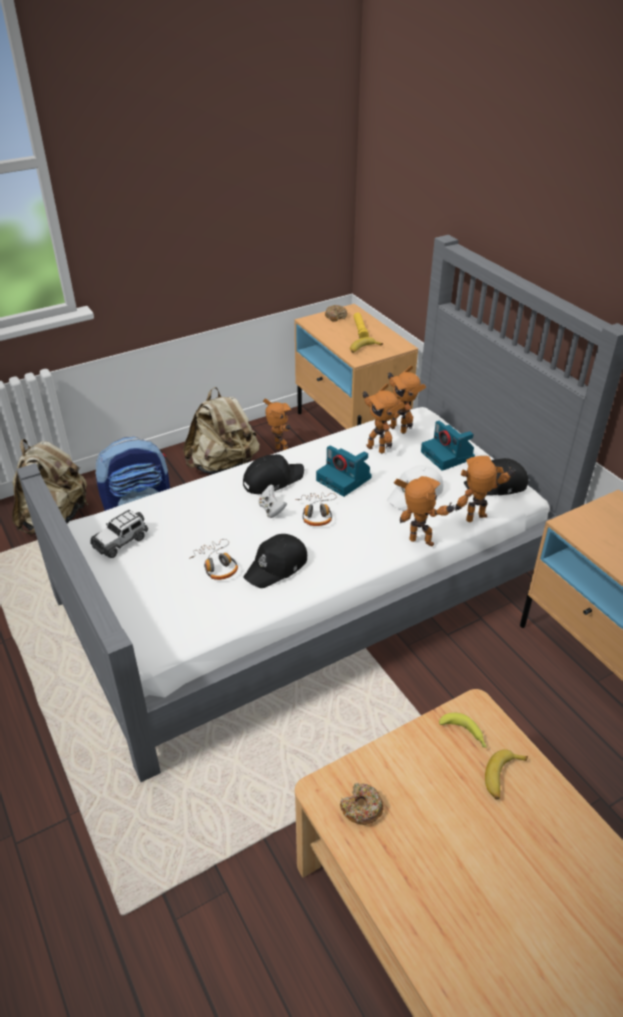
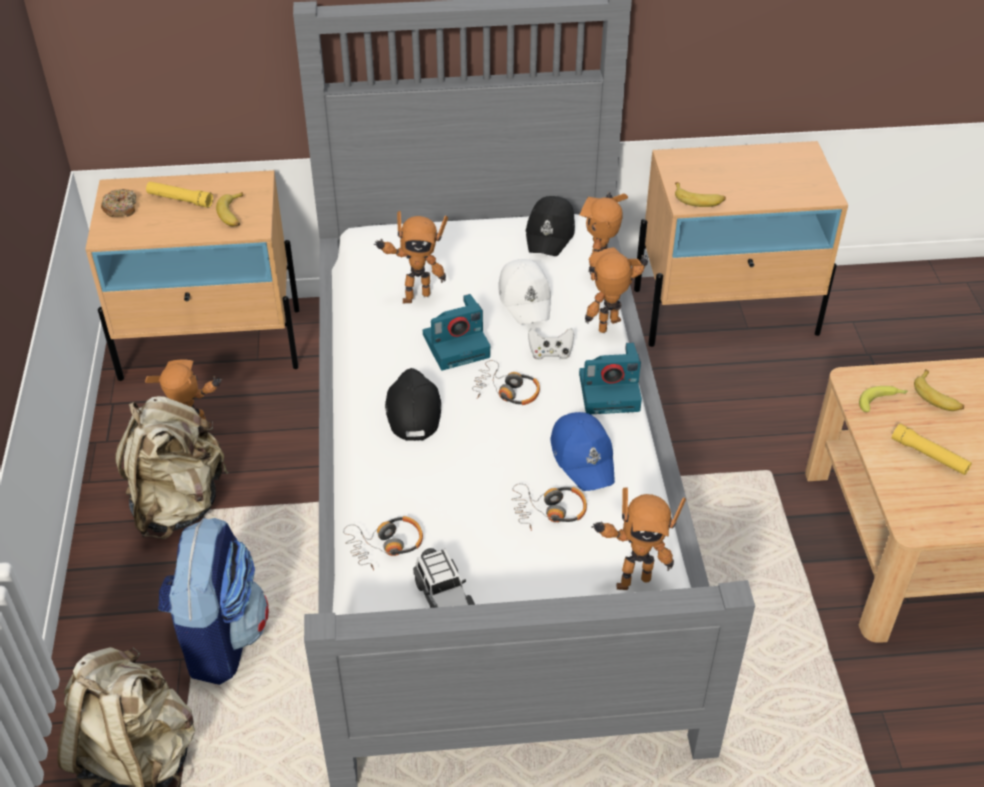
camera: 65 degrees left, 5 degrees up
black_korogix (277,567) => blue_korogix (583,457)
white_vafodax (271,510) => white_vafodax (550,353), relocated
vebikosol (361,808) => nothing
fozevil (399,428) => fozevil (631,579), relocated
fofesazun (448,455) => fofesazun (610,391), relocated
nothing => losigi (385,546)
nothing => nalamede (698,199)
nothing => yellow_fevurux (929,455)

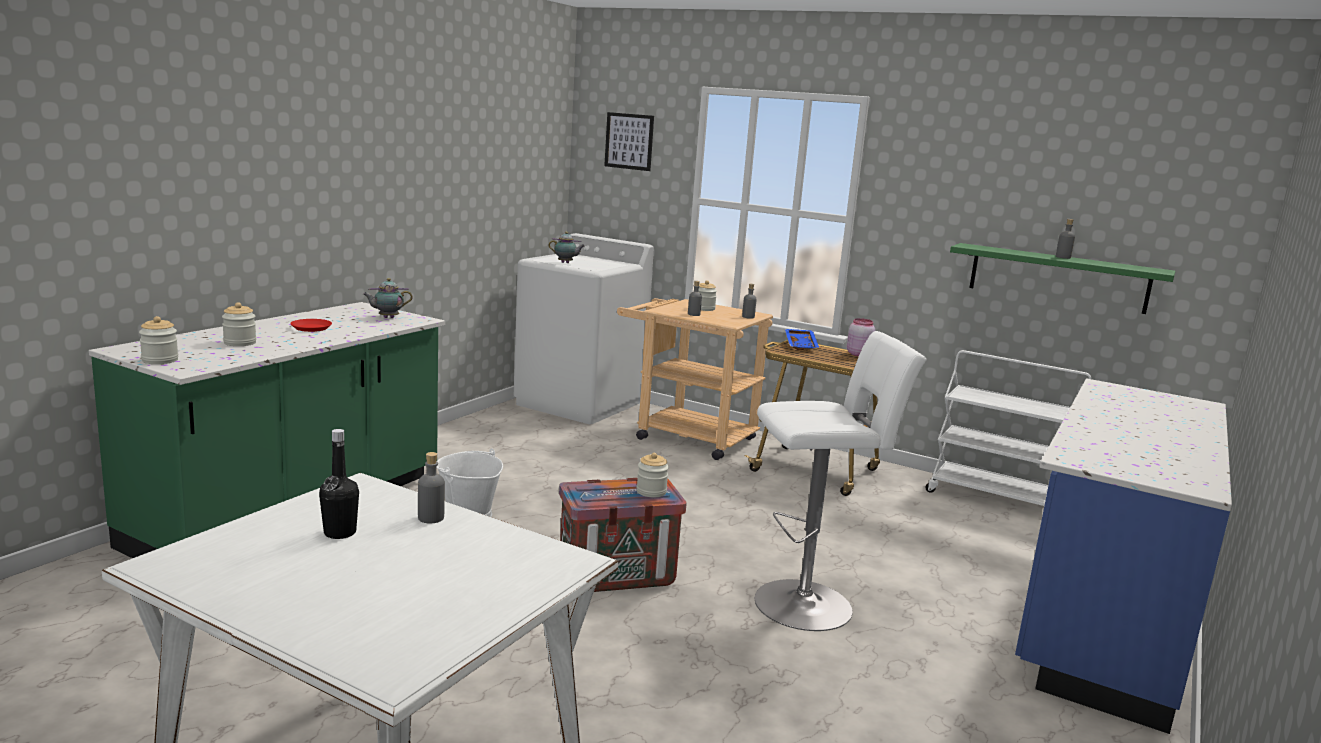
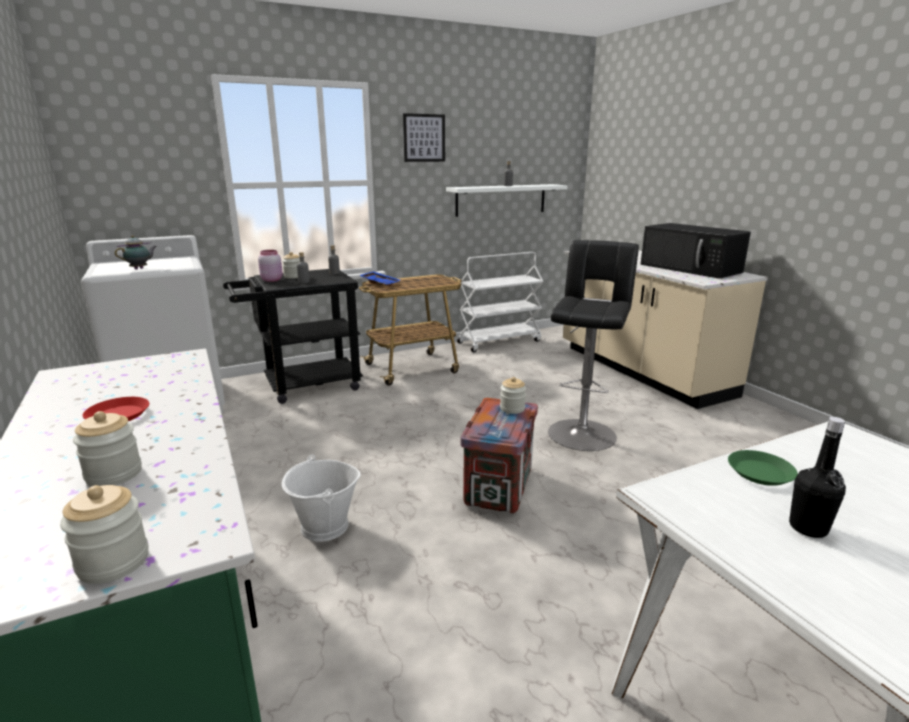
camera: 55 degrees left, 5 degrees up
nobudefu (387,318) => nothing
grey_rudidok (431,518) => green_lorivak (760,472)
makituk (629,141) => makituk (424,138), relocated
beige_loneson (686,436) => black_loneson (303,386)
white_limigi (810,604) => black_limigi (582,432)
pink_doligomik (859,354) => pink_doligomik (272,280), relocated
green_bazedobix (1058,278) => white_bazedobix (501,200)
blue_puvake (1101,622) => beige_puvake (640,371)
nothing => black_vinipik (691,268)

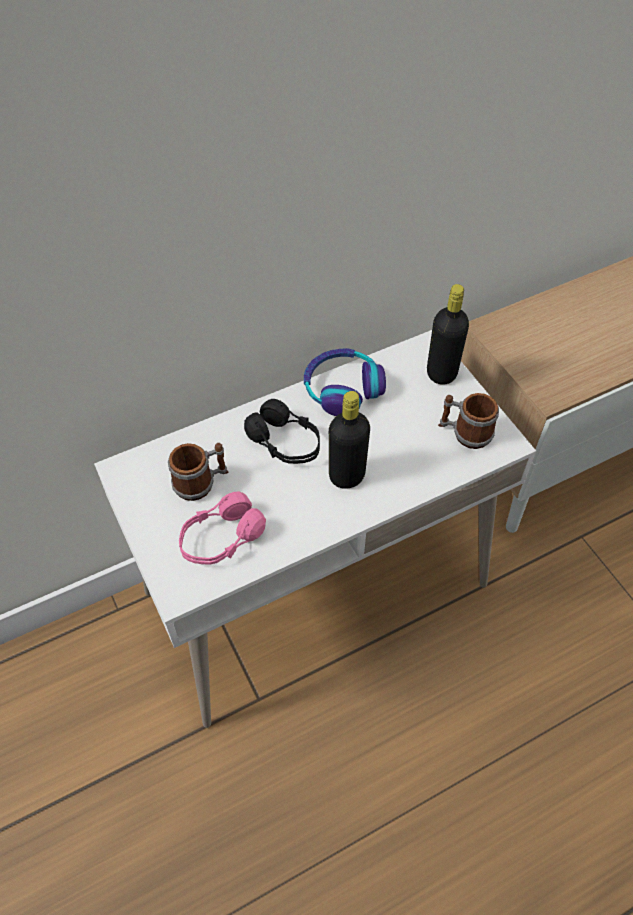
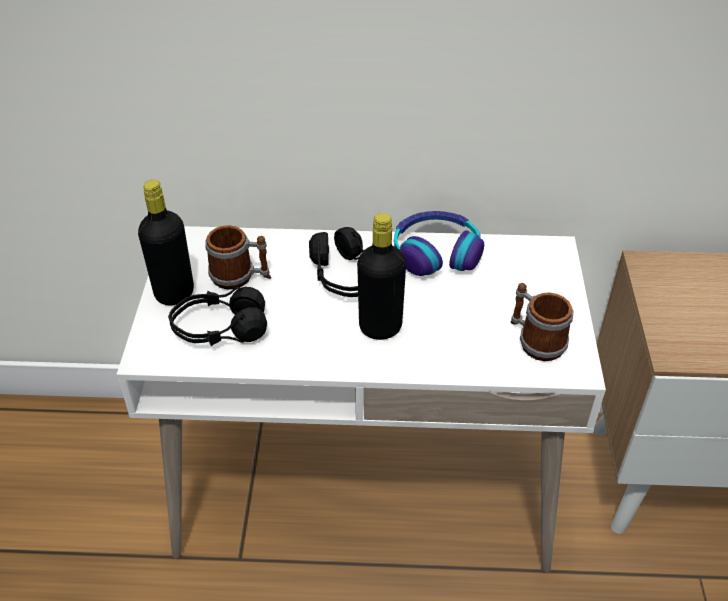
camera: 30 degrees right, 10 degrees down
pink_losigi (221,539) => black_losigi (220,329)
black_rudidok (441,373) => black_rudidok (174,293), relocated

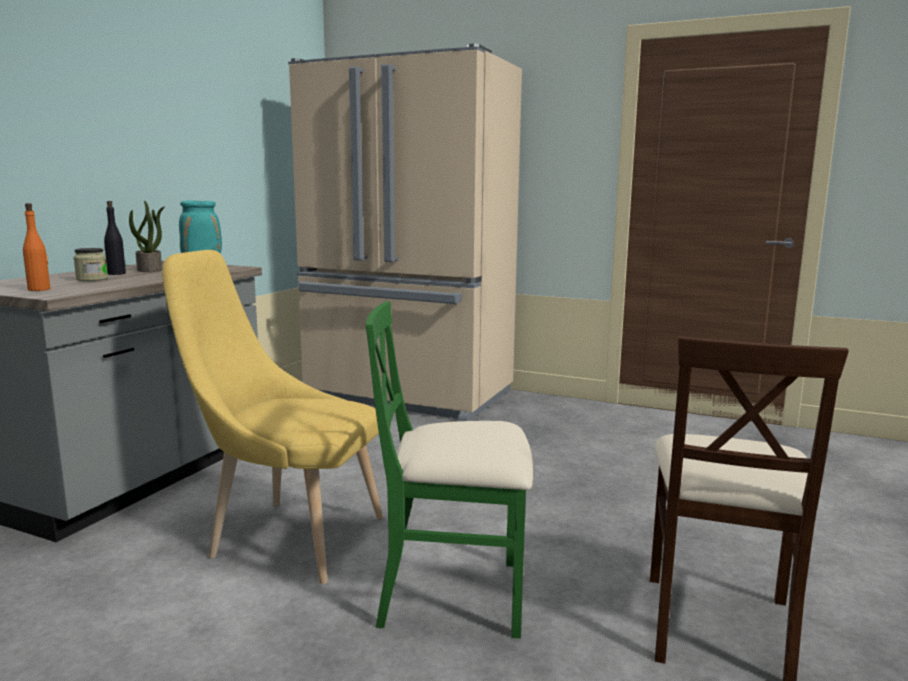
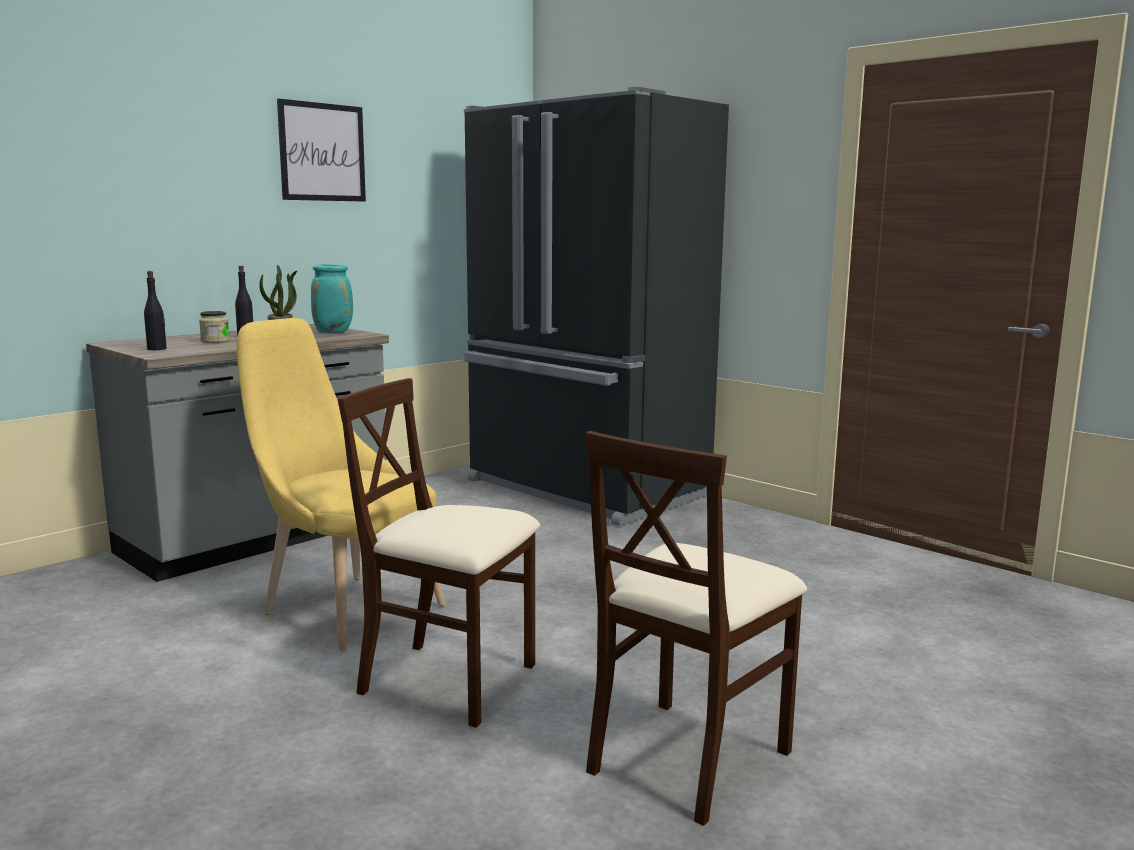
camera: 20 degrees right, 0 degrees up
orange_rudidok (39,289) => black_rudidok (157,349)
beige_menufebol (408,395) => black_menufebol (584,490)
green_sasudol (453,594) => beige_sasudol (449,681)
nothing => makituk (322,152)

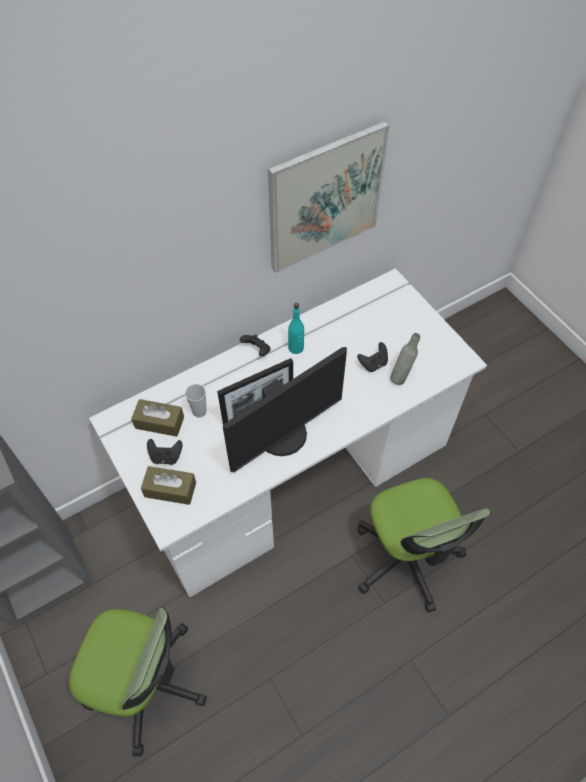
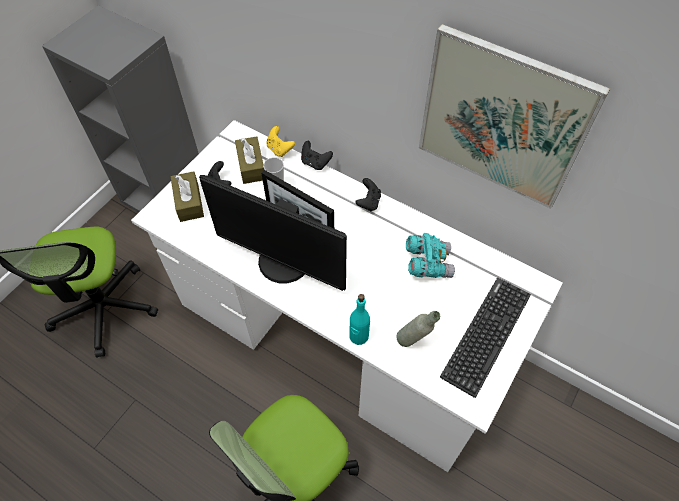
camera: 65 degrees right, 0 degrees up
turquoise_rudidok (296,348) => turquoise_rudidok (358,336), relocated
black_vafodax (373,364) => black_vafodax (315,163), relocated
nothing => yellow_vafodax (279,149)
nothing => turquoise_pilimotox (427,263)
nothing => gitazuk (486,335)

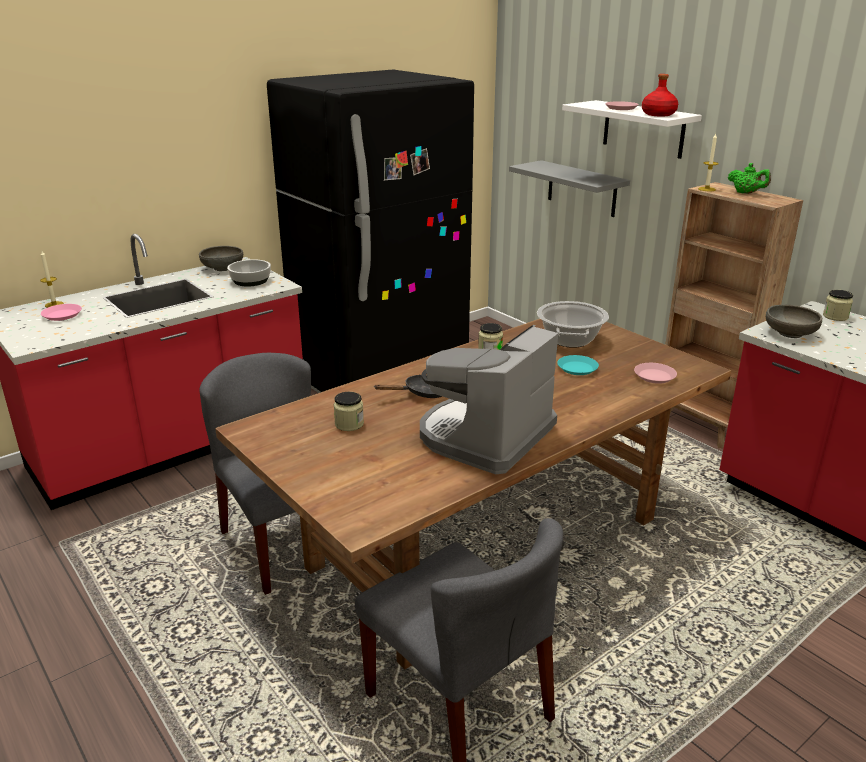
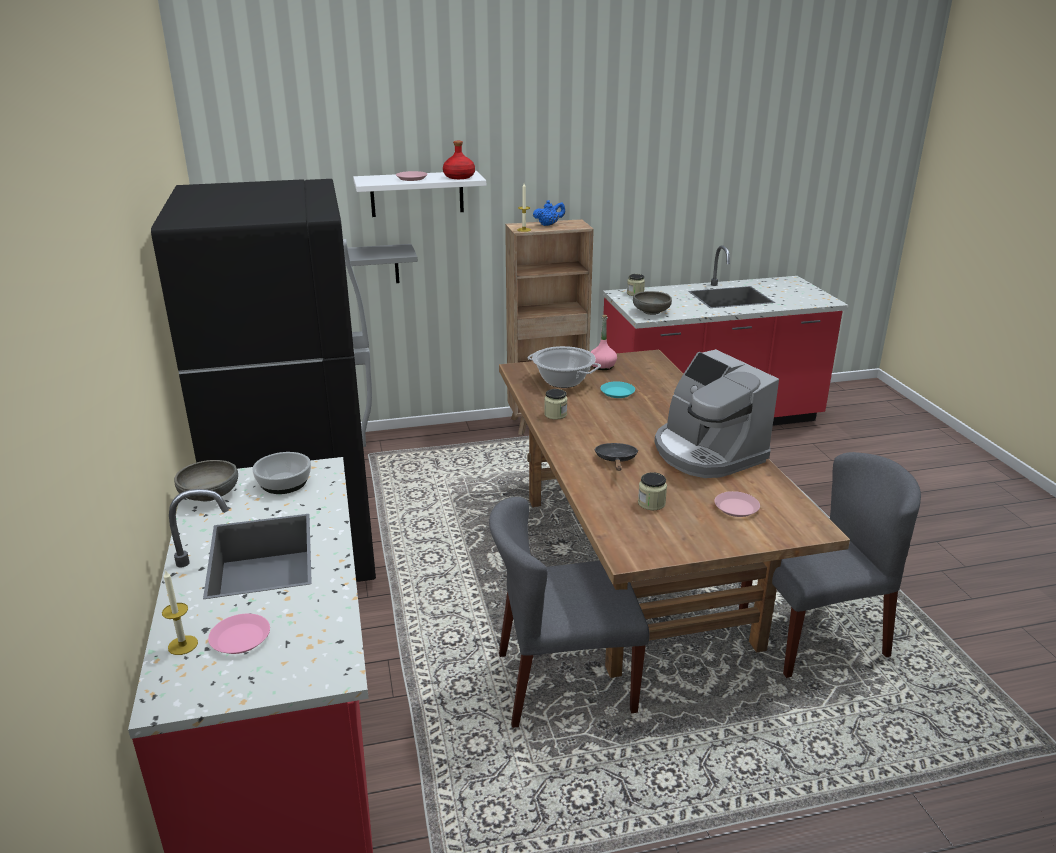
camera: 65 degrees left, 0 degrees up
pink_lorivak (655,376) => pink_lorivak (736,507), relocated
green_nobudefu (746,193) => blue_nobudefu (548,225)
nothing => pink_rudidok (602,366)

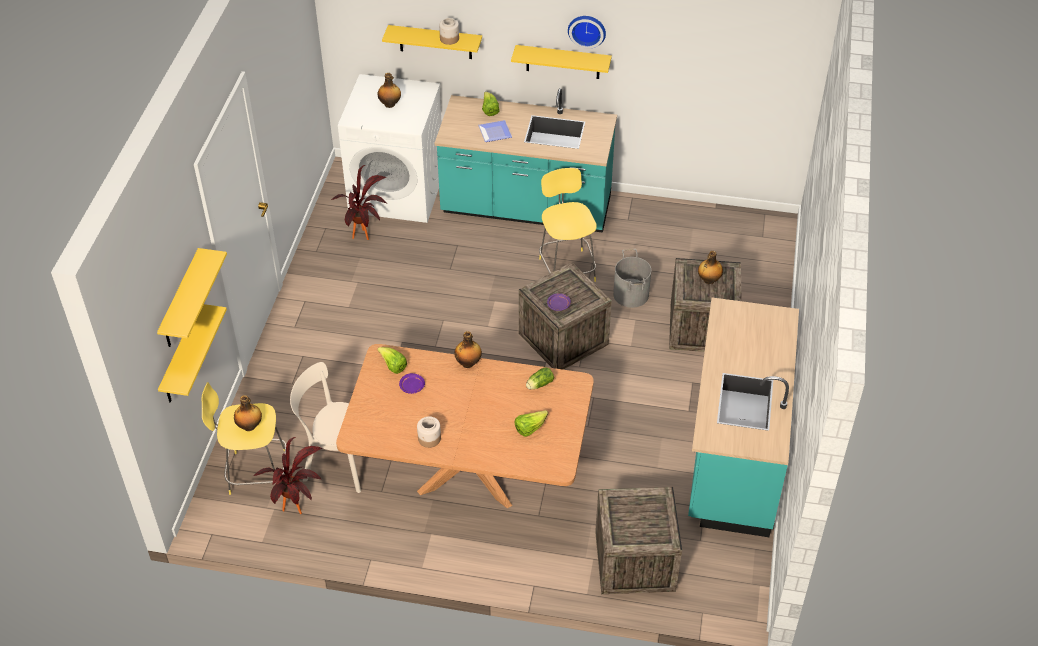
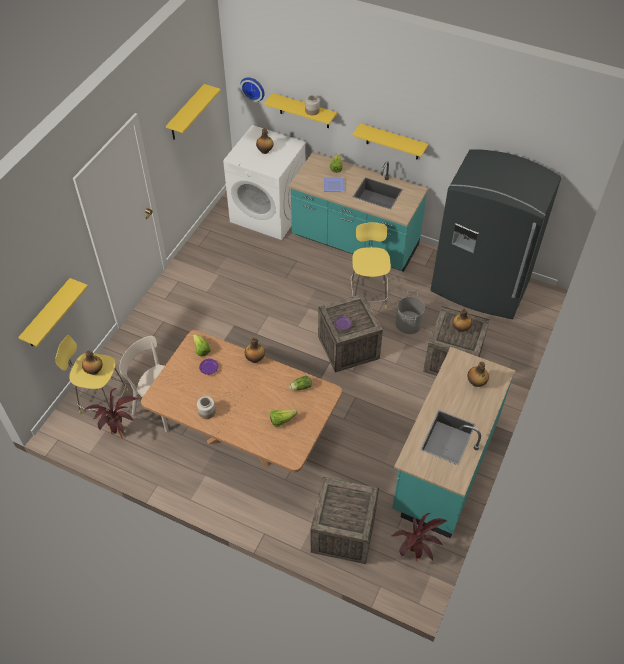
camera: 15 degrees right, 5 degrees up
yellow_bazedobix (181,301) => yellow_bazedobix (186,113), relocated
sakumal (365,237) => sakumal (414,557), relocated
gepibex (587,30) => gepibex (253,88), relocated
nothing => grey_menufebol (479,287)
nothing => rudidok (476,383)

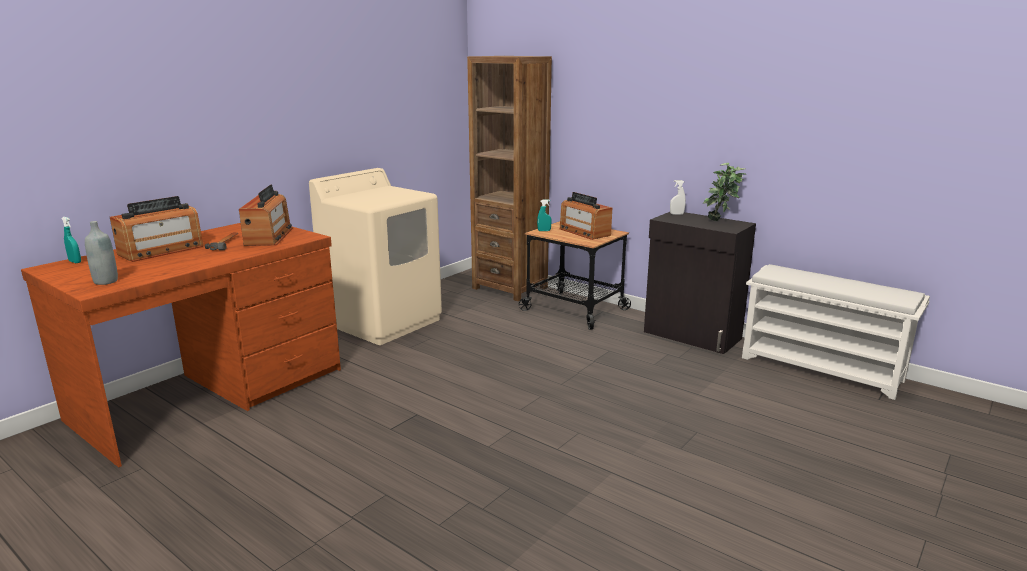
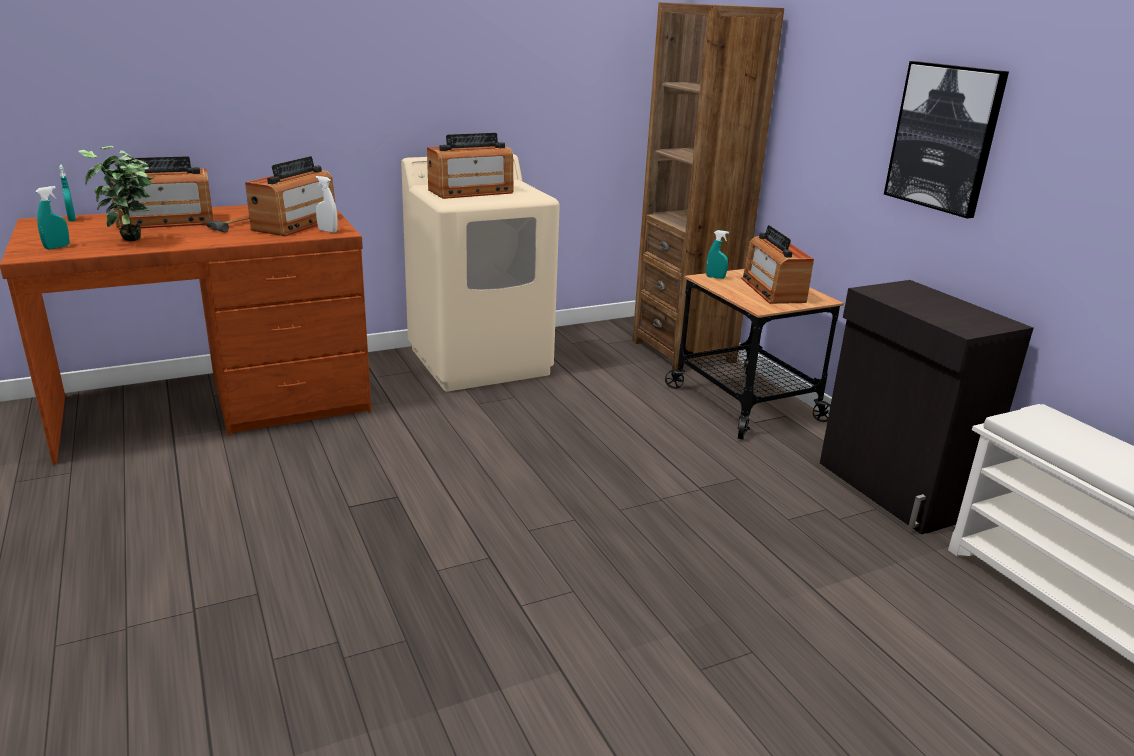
camera: 25 degrees right, 5 degrees up
grey_rudidok (106,281) => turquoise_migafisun (57,247)
white_migafisun (676,214) => white_migafisun (327,231), relocated
sakumal (721,221) => sakumal (132,242), relocated
nothing => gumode (471,192)
nothing => makituk (944,138)

